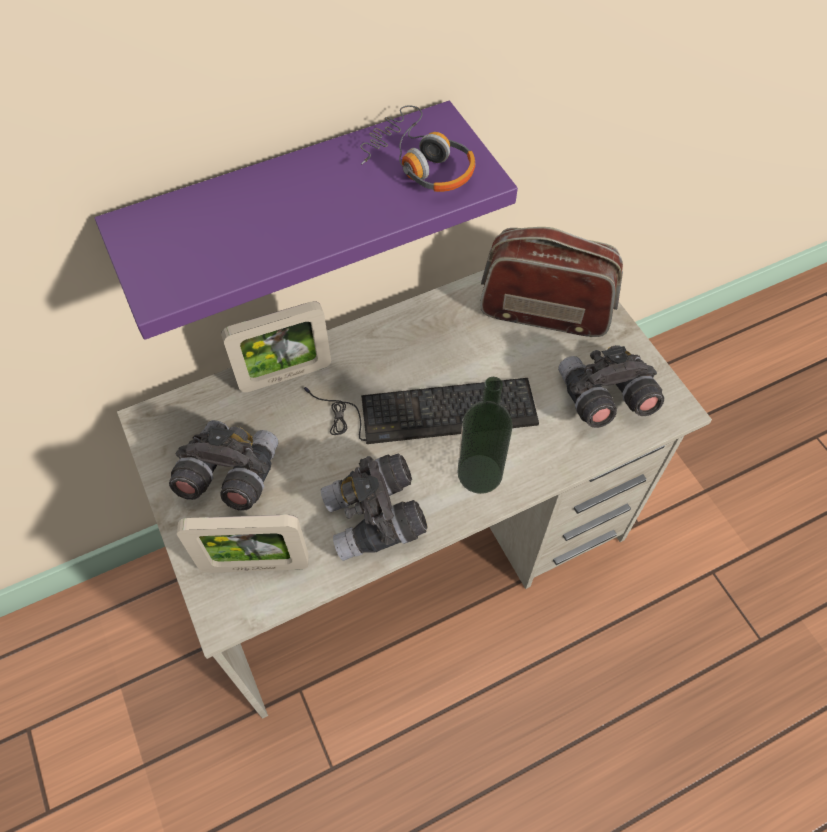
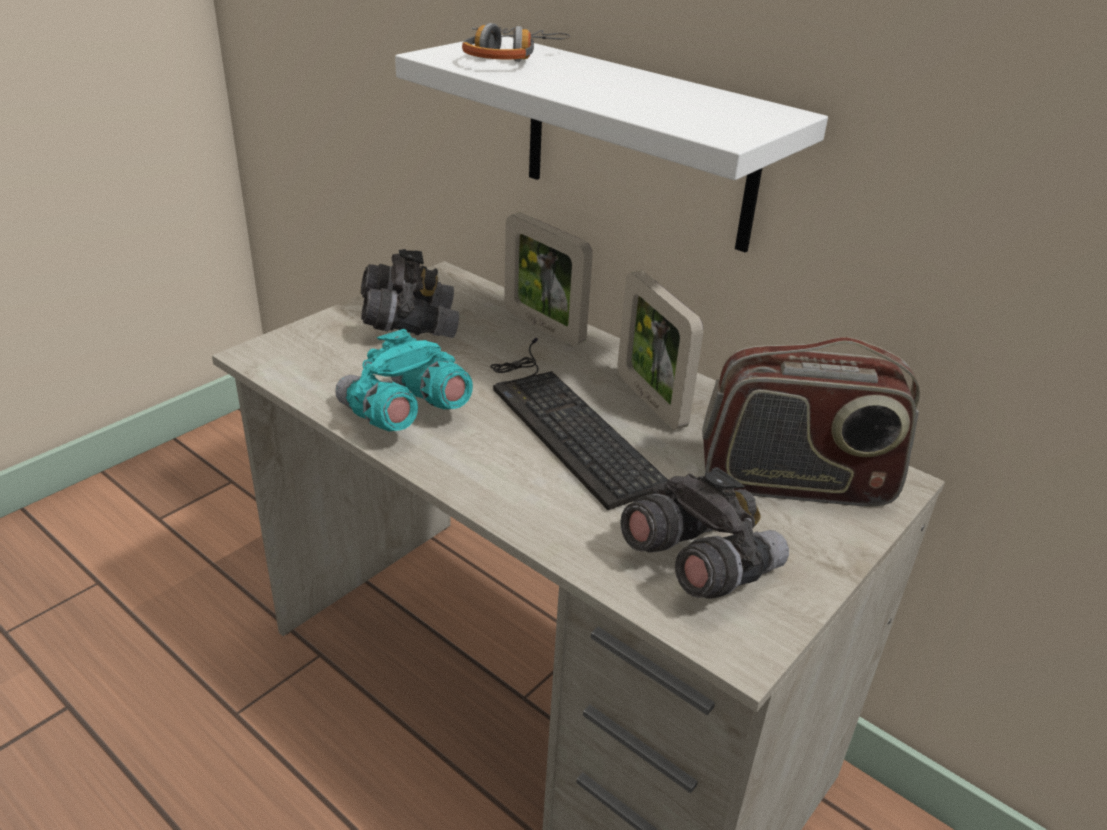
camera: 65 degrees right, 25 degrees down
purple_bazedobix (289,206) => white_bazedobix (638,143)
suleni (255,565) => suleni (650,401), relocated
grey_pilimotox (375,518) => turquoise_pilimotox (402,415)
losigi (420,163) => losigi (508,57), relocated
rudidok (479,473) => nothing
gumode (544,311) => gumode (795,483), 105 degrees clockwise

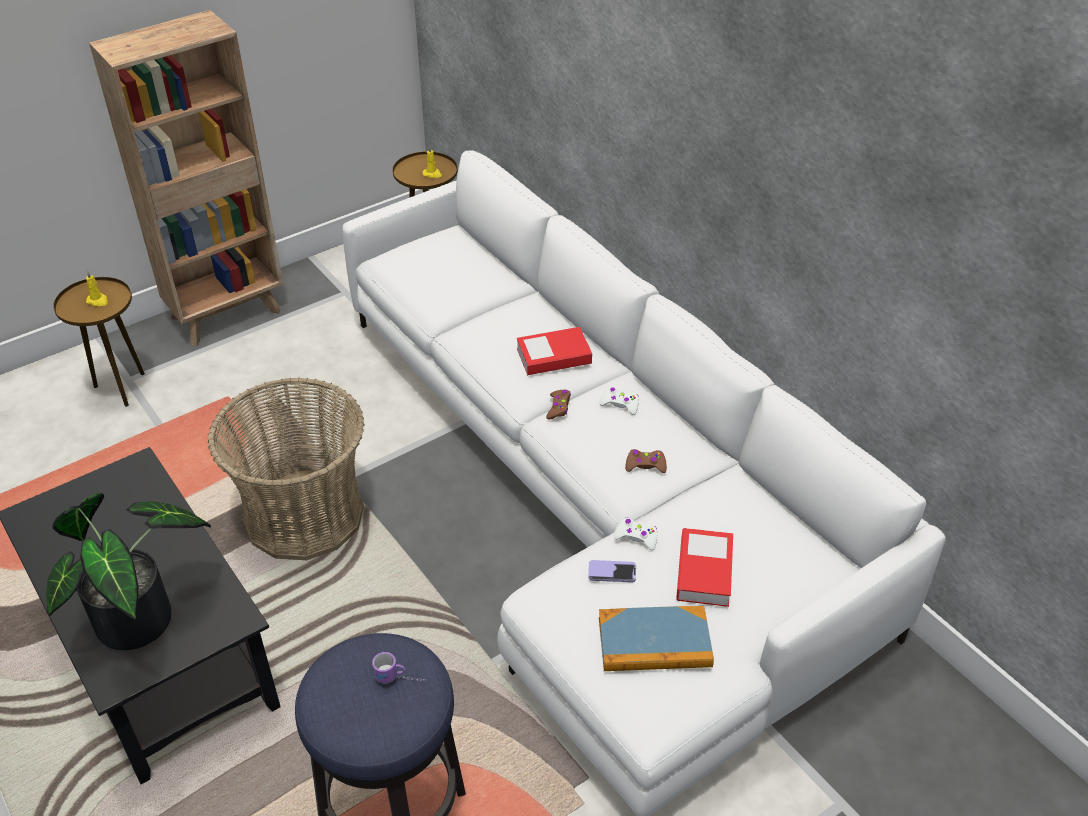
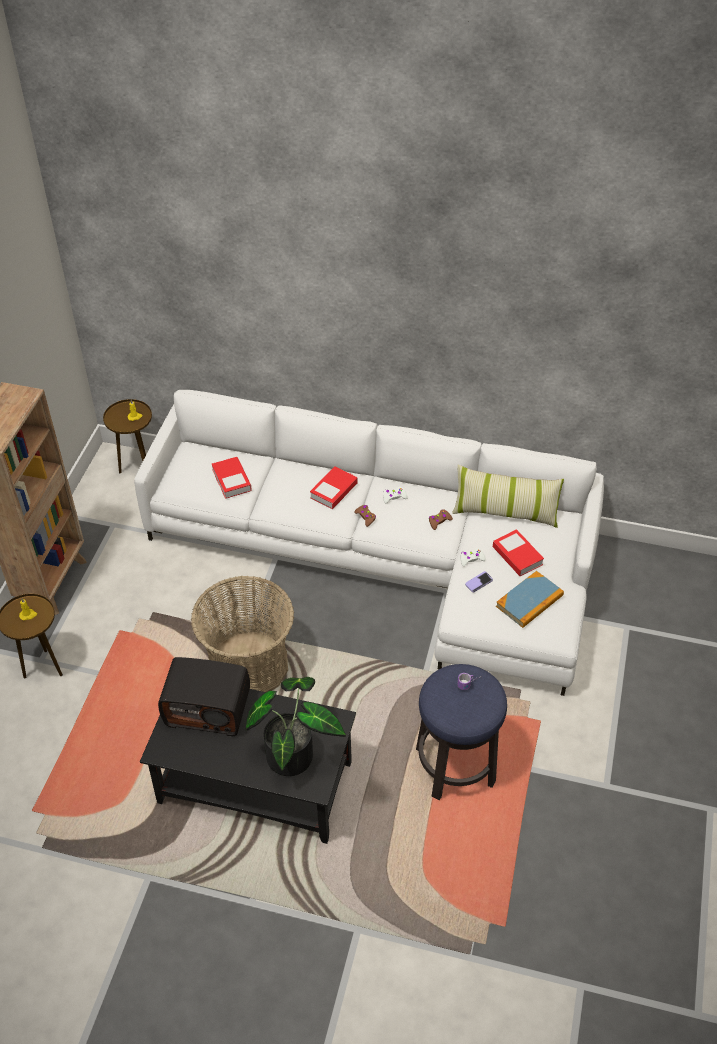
camera: 40 degrees left, 5 degrees up
nothing => gumode (208,708)
nothing => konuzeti (231,480)
nothing => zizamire (505,512)

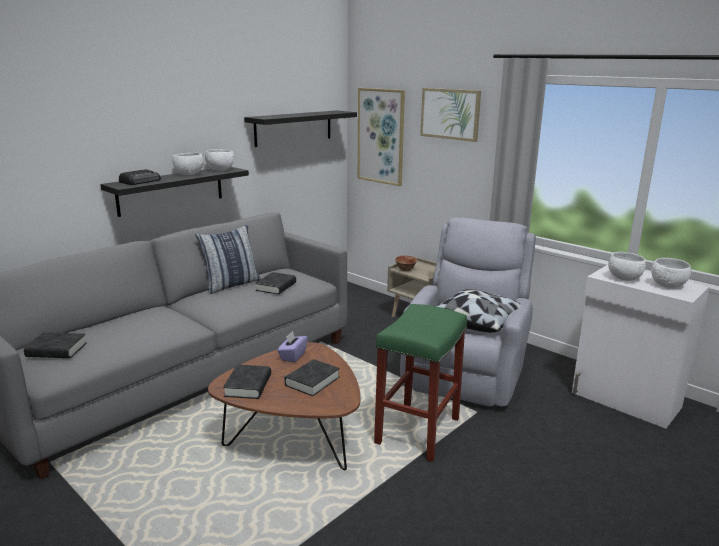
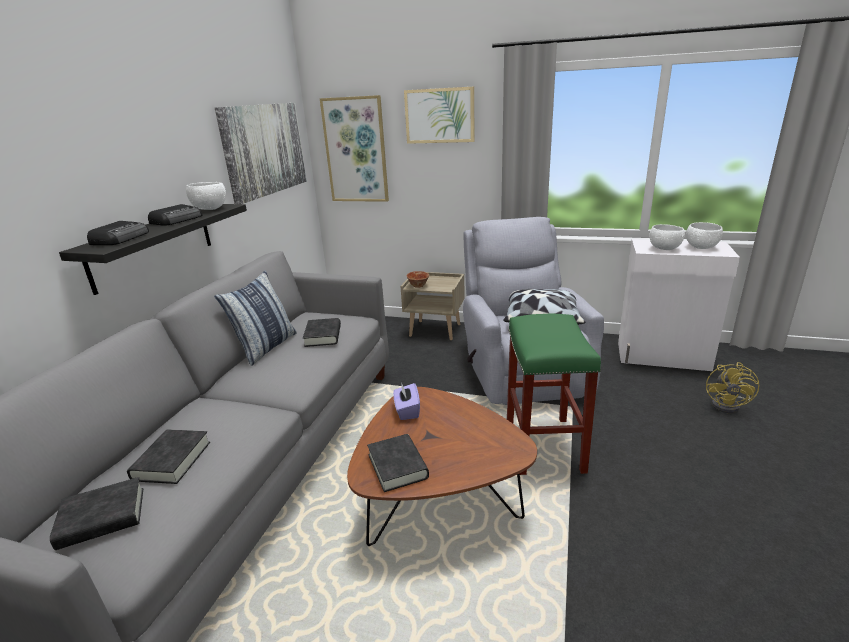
camera: 25 degrees left, 5 degrees up
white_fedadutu (189,174) => gumode (178,220)
black_bazedobix (293,128) => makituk (265,149)
black_konuzeti (312,381) => black_konuzeti (172,461), relocated
nothing => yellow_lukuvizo (729,405)

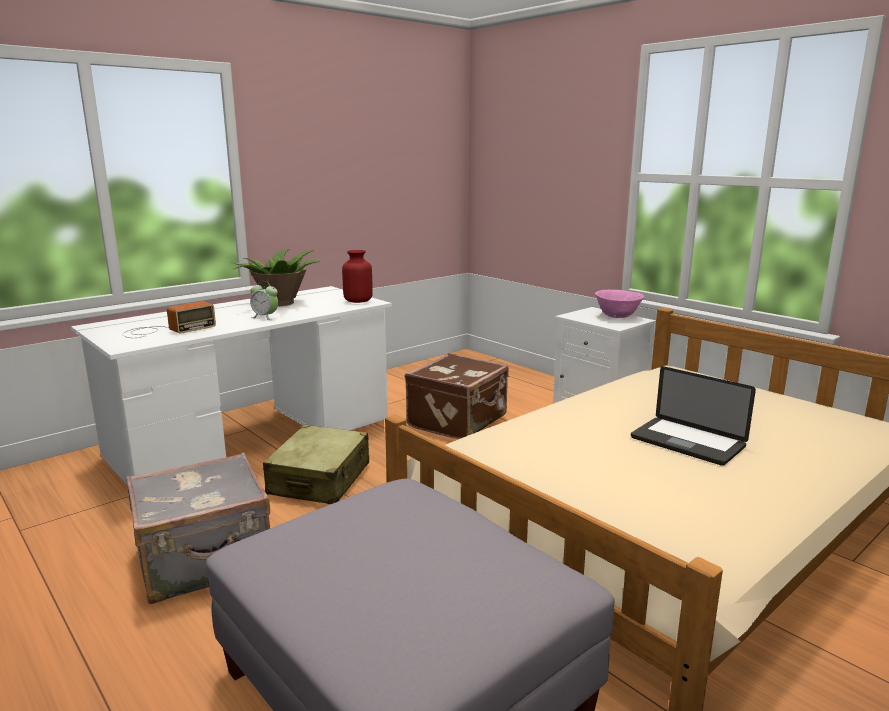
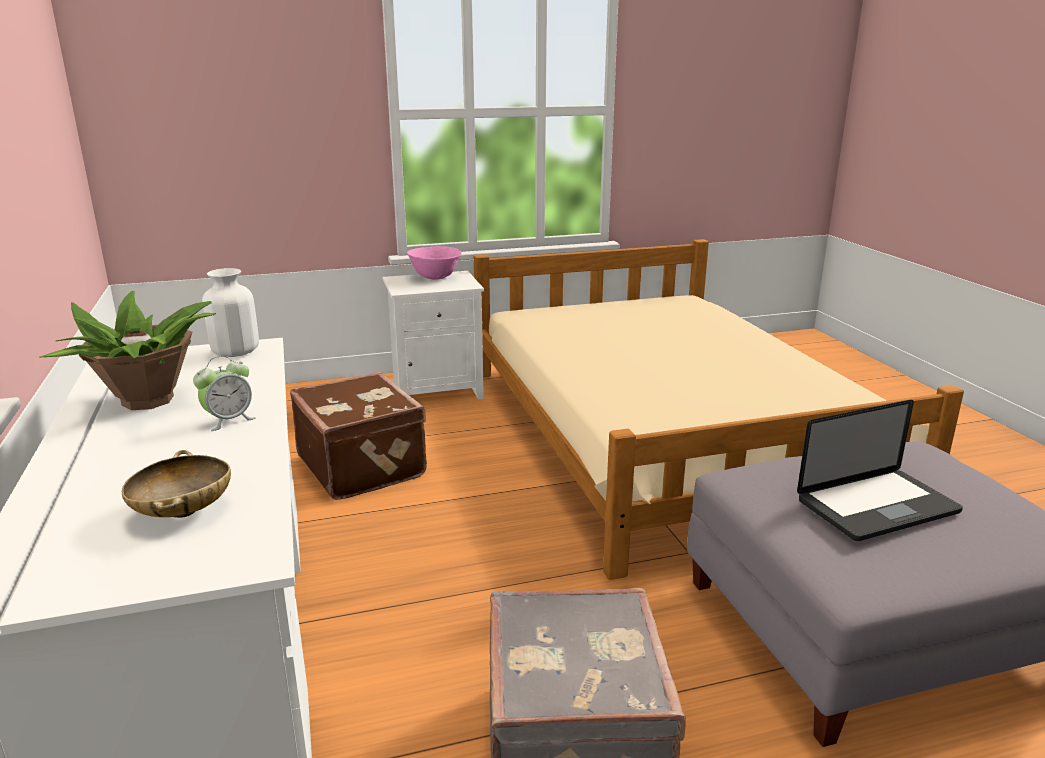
camera: 65 degrees left, 5 degrees up
gumode (165,330) => beige_fedadutu (182,511)
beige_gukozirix (320,479) => nothing
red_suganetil (358,301) => white_suganetil (235,352)
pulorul (687,442) => pulorul (877,506), relocated

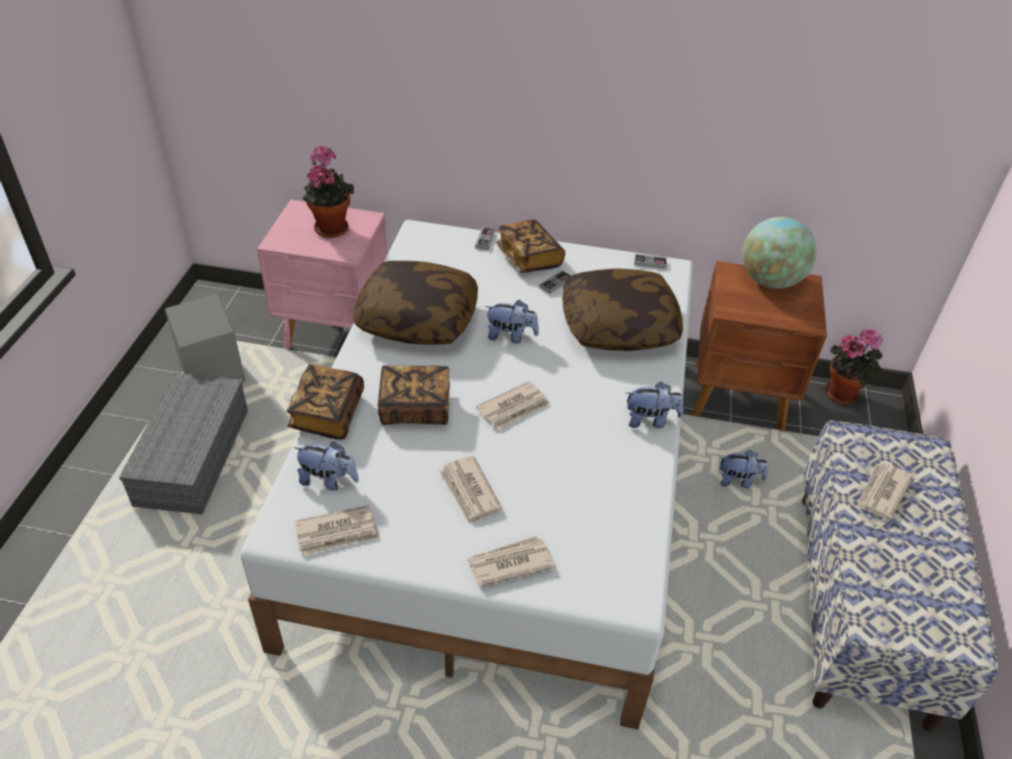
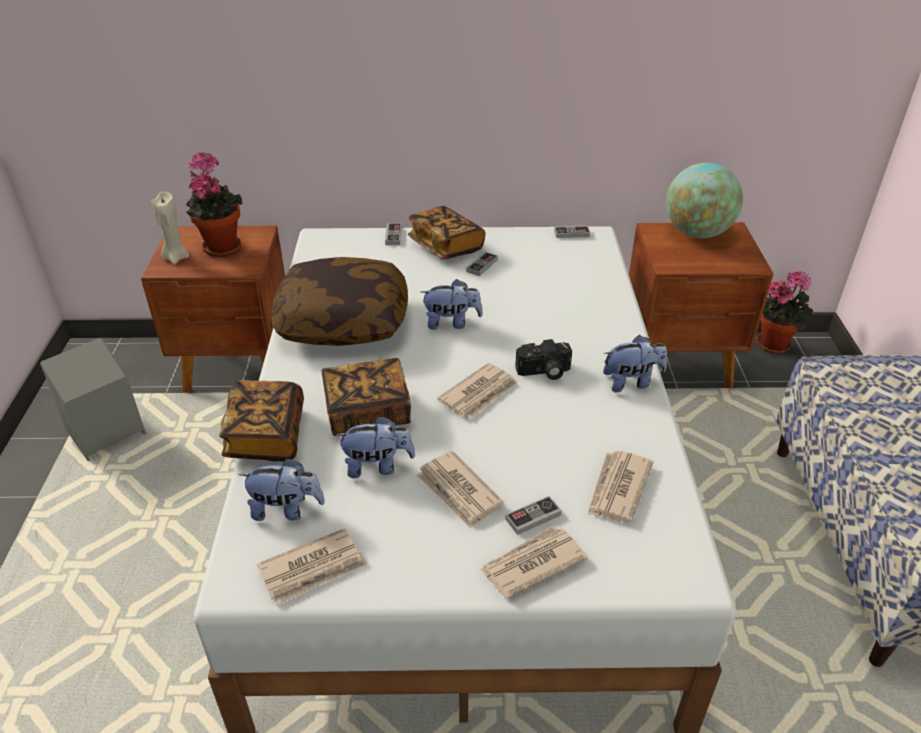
camera: 10 degrees left, 5 degrees down
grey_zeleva (192,455) => nothing
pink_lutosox (337,332) => brown_lutosox (240,367)
zizamire (618,326) => nothing
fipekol (738,480) => fipekol (377,466), relocated
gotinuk (882,492) => gotinuk (618,489), relocated
nothing => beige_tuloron (176,257)
nothing => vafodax (533,517)
nothing => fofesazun (544,372)

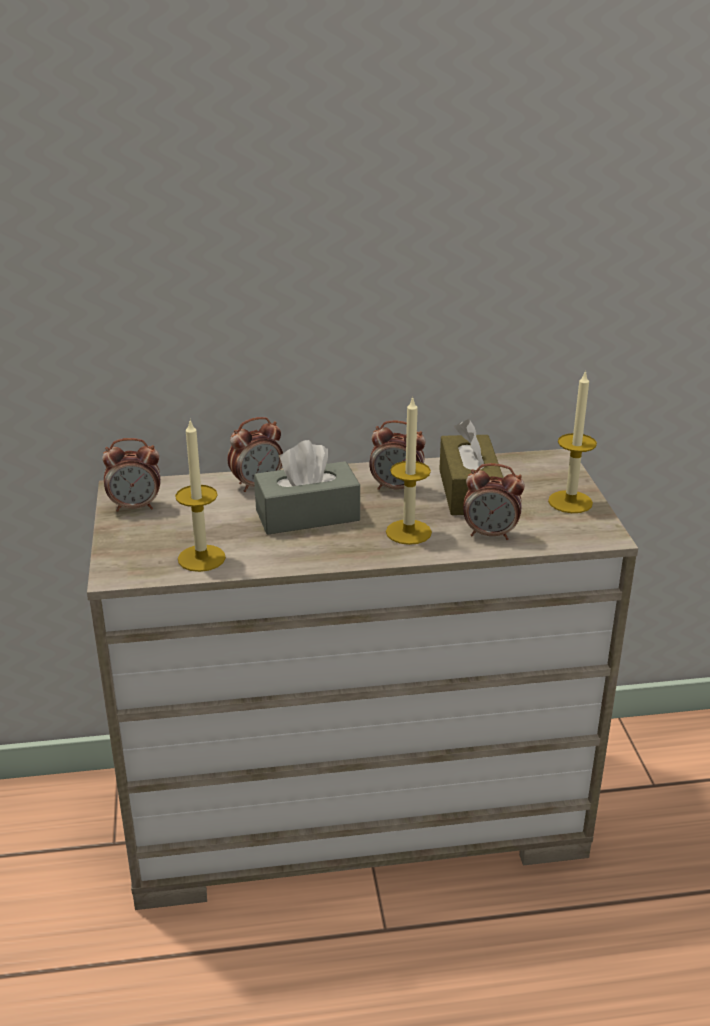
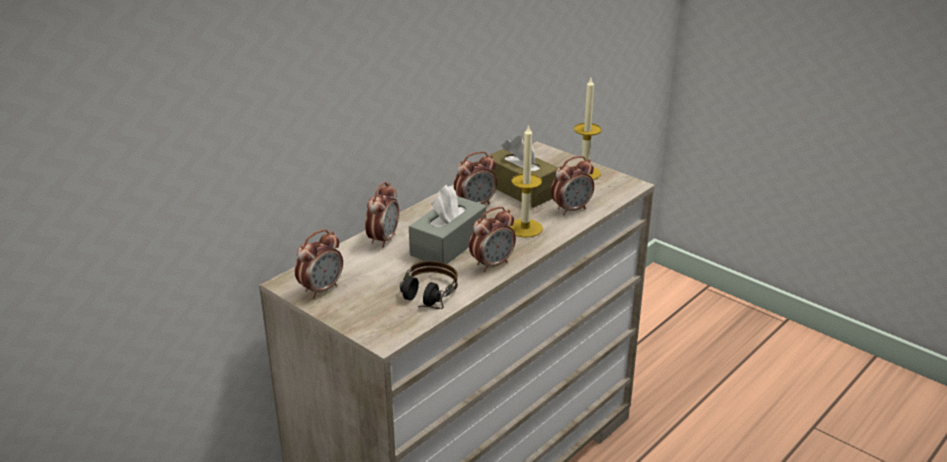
camera: 40 degrees left, 0 degrees up
tuloron (201,558) => losigi (425,301)
nothing => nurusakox (492,264)

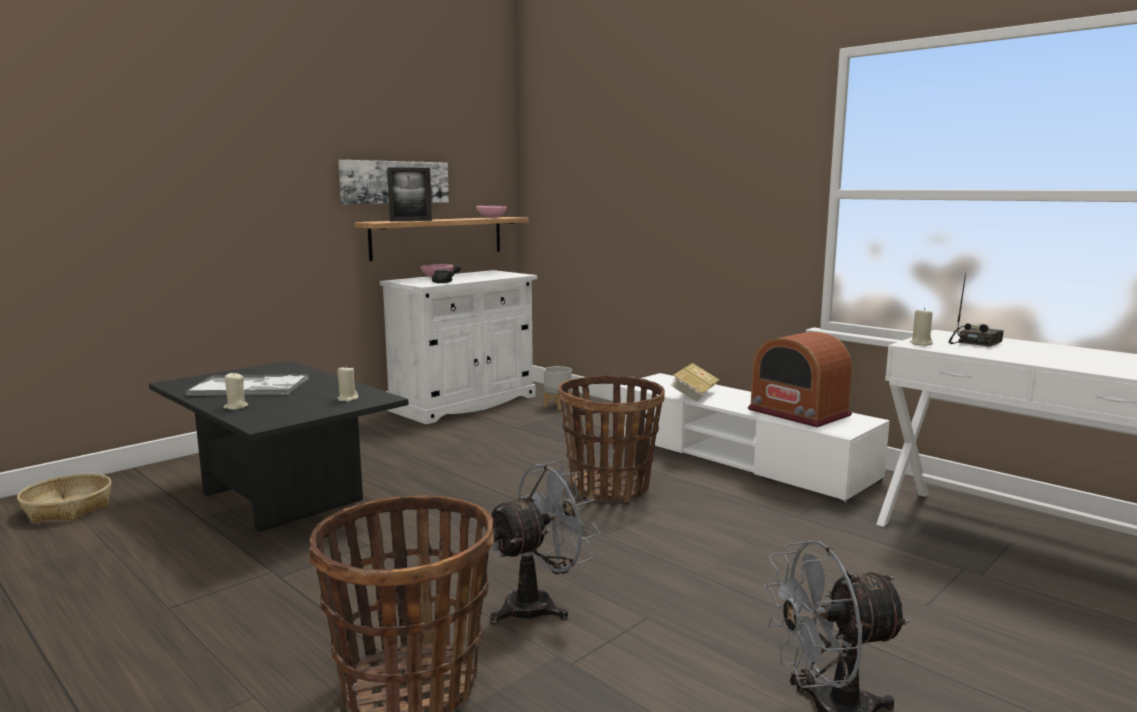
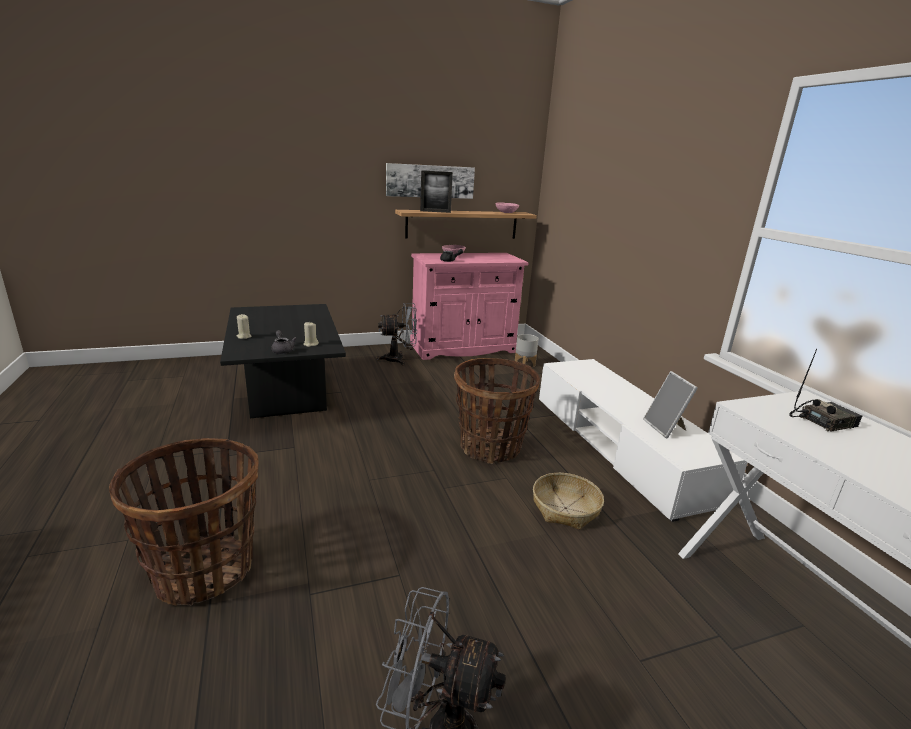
camera: 25 degrees right, 10 degrees up
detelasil (68,508) => detelasil (566,508), relocated
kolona (251,387) => nothing
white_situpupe (464,403) => pink_situpupe (463,348)
grey_lukuvizo (539,605) => grey_lukuvizo (399,359), relocated
konuzeti (694,395) => nothing
gumode (798,412) => suleni (666,428)
beige_tuloron (921,343) => nothing
nothing => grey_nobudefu (282,350)

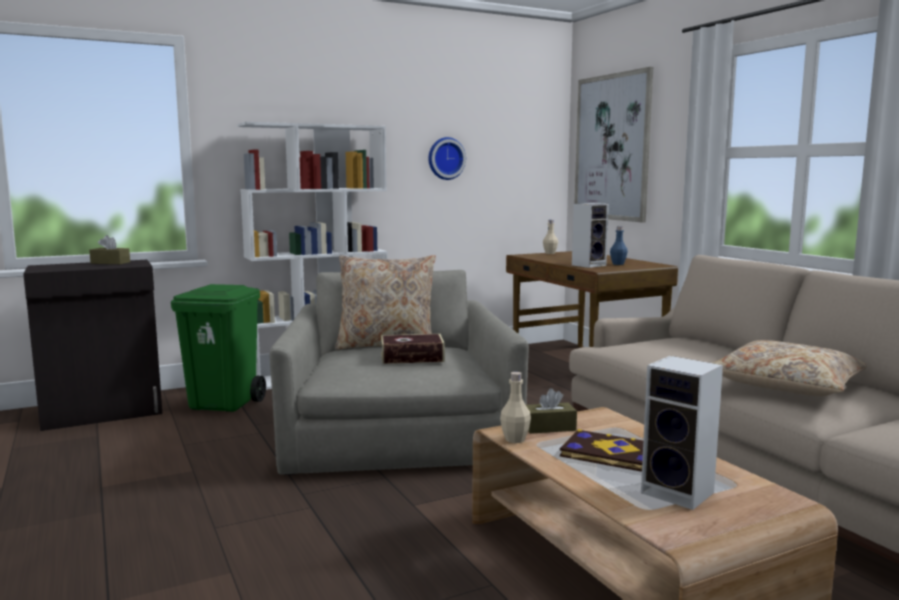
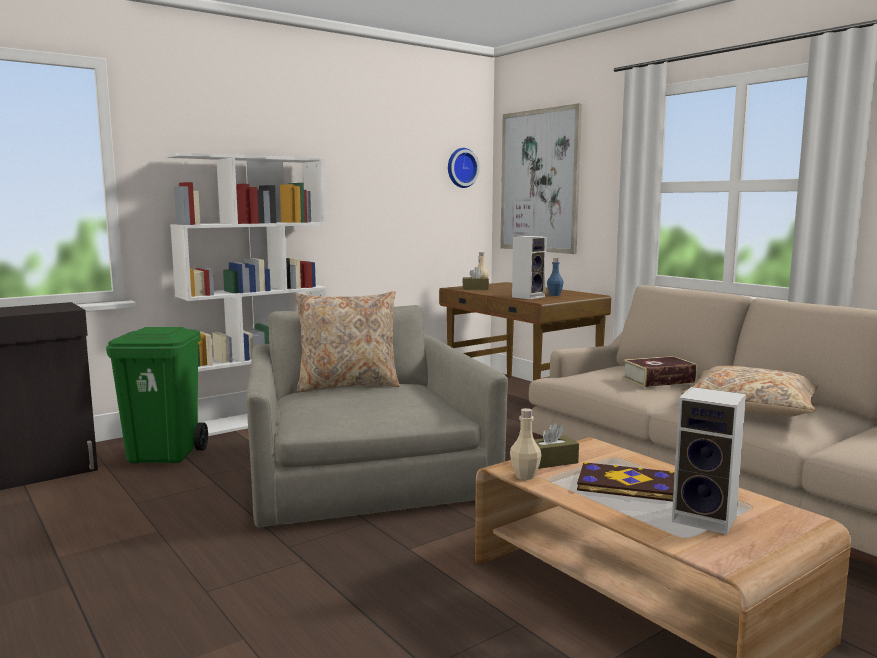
camera: 10 degrees left, 0 degrees up
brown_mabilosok (110,263) => brown_mabilosok (475,288), relocated
konuzeti (412,357) => konuzeti (659,380), relocated
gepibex (445,158) => gepibex (461,168), relocated

